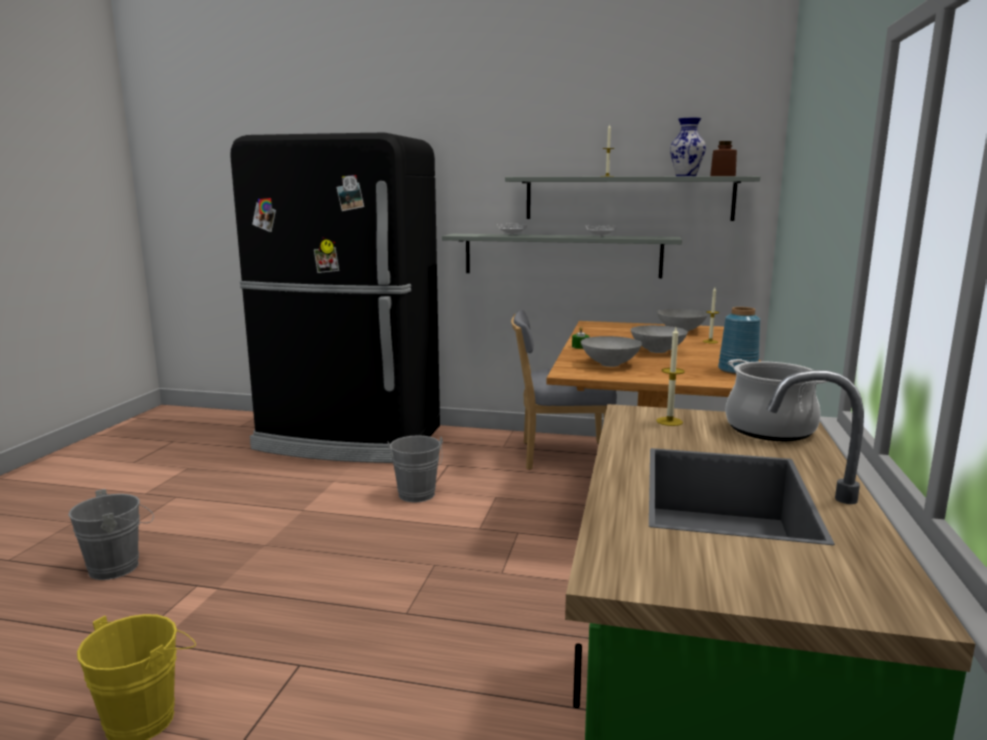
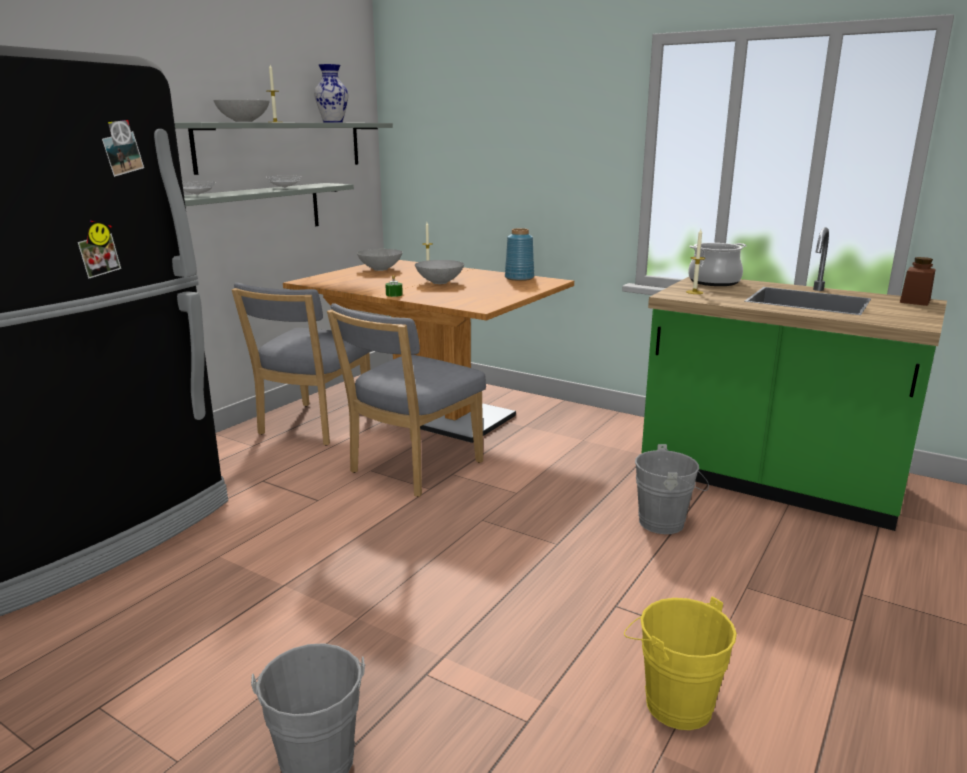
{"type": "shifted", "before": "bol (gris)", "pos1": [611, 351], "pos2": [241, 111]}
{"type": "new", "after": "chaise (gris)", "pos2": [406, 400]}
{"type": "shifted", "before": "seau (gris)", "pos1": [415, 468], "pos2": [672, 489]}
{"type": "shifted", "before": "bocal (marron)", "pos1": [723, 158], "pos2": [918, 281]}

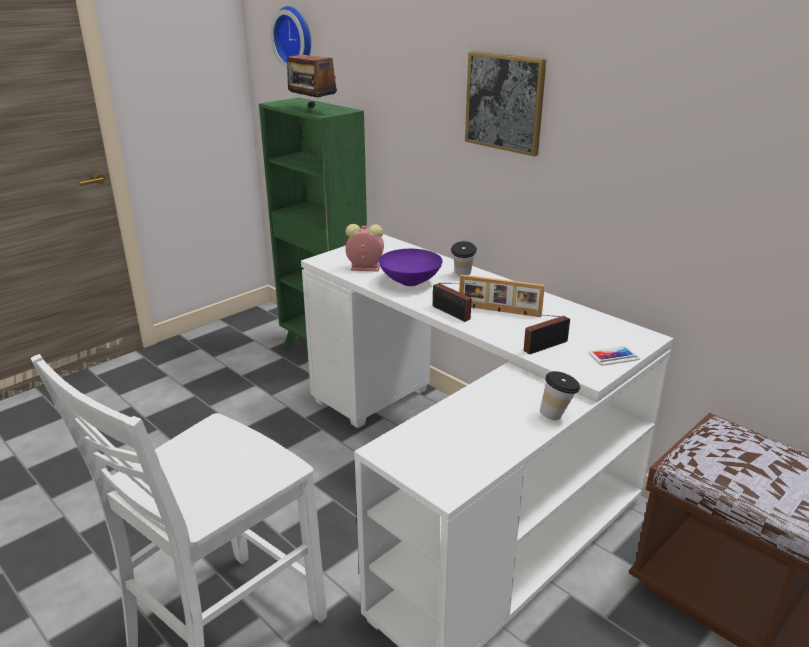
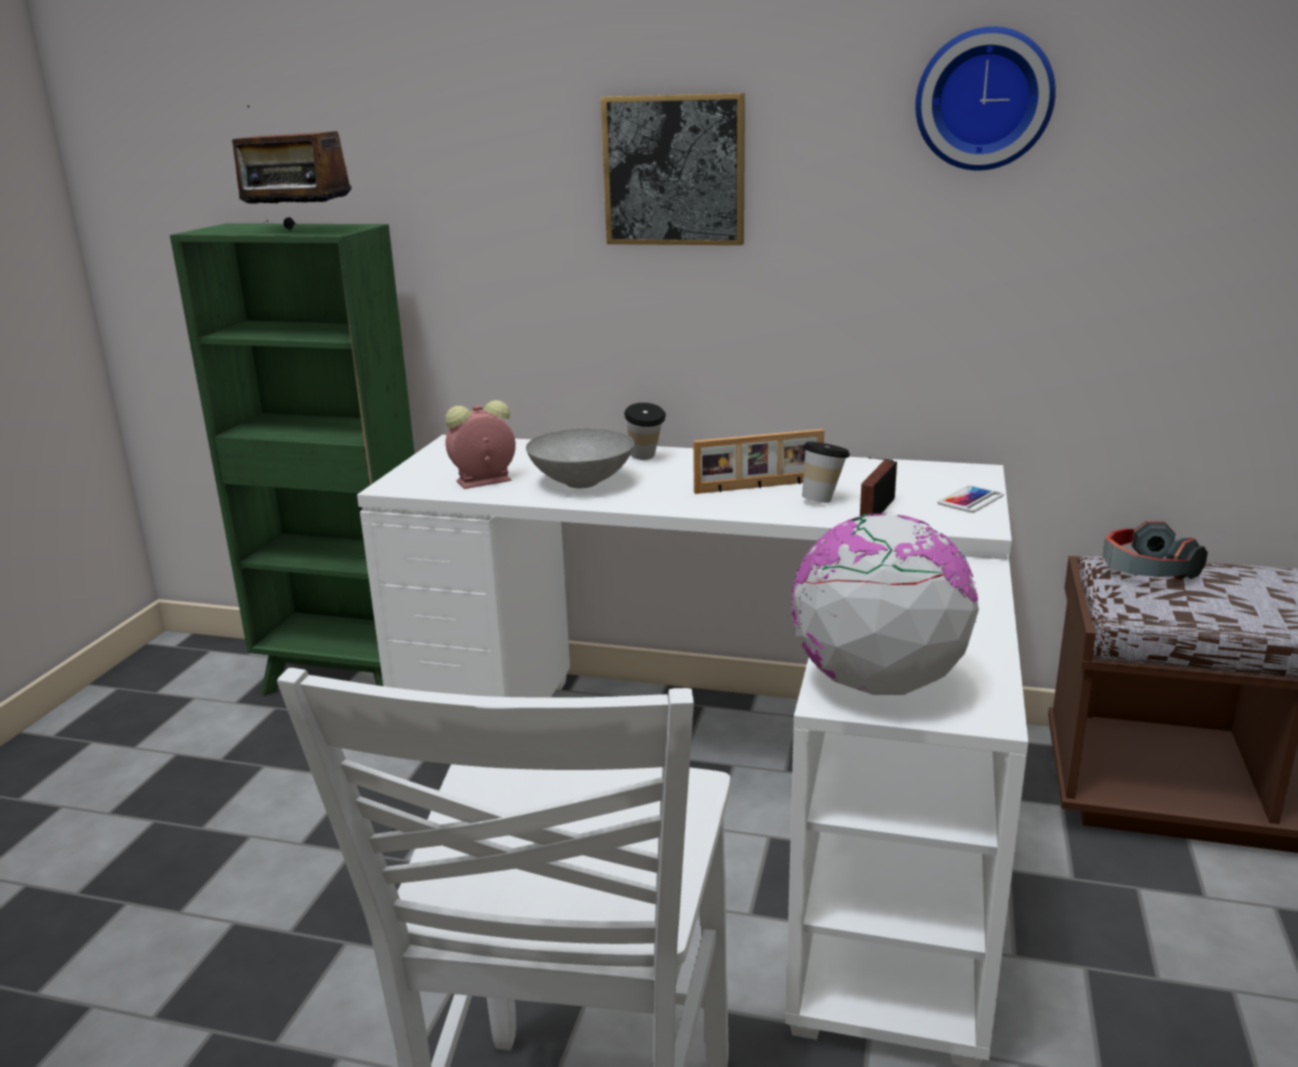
{"type": "repainted", "before": "bol (violet)", "after": "bol (gris)", "pos1": [411, 267], "pos2": [580, 458]}
{"type": "new", "after": "globe", "pos2": [884, 603]}
{"type": "shifted", "before": "tasse", "pos1": [560, 395], "pos2": [826, 472]}
{"type": "shifted", "before": "horloge murale", "pos1": [290, 37], "pos2": [985, 98]}
{"type": "new", "after": "casque audio", "pos2": [1155, 550]}
{"type": "gone", "before": "radio", "pos1": [454, 302]}

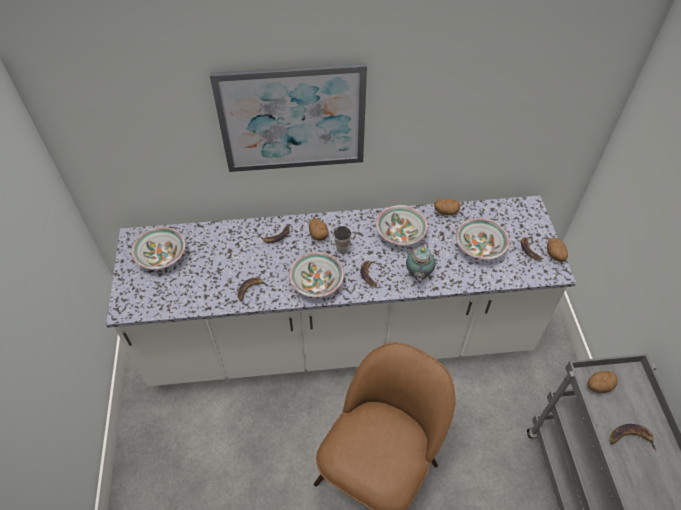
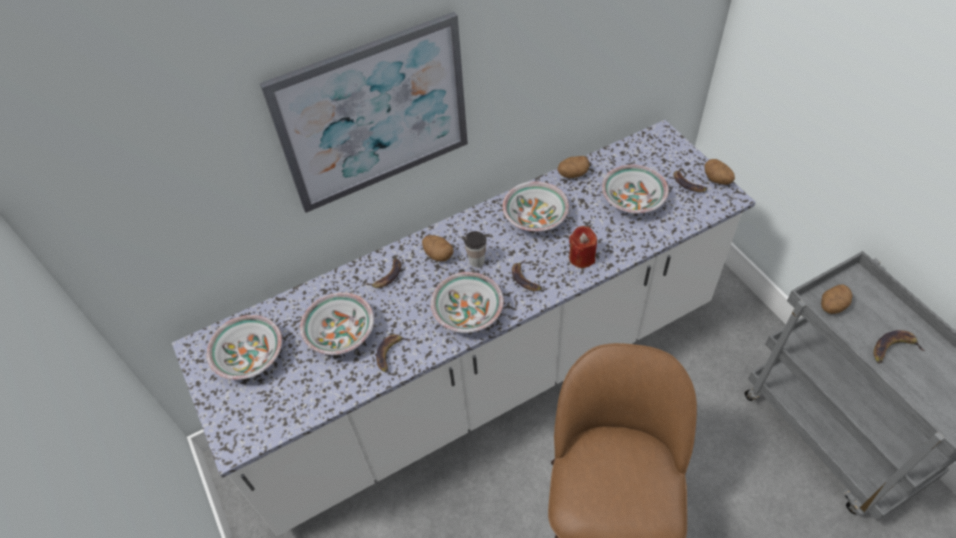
{"type": "new", "after": "bol", "pos2": [337, 323]}
{"type": "swapped", "before": "théière", "after": "bougie (rouge)", "pos1": [420, 260], "pos2": [583, 247]}

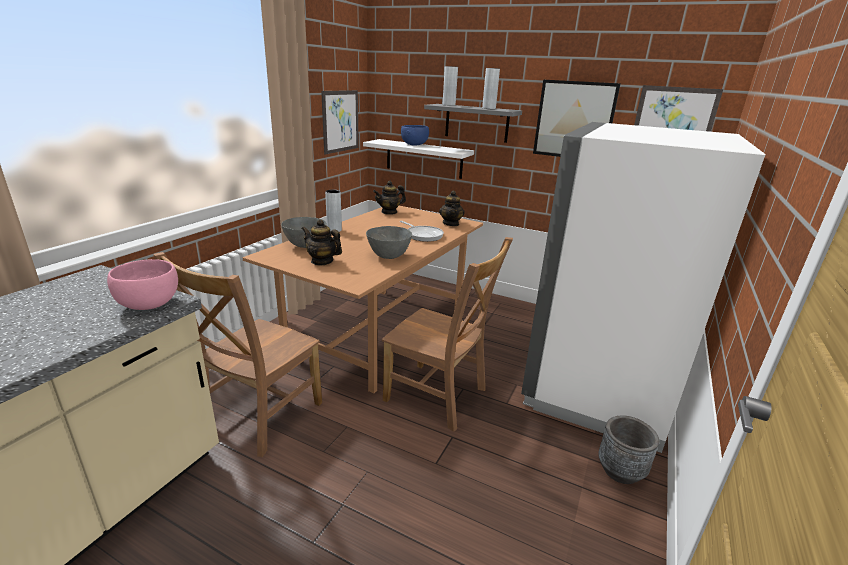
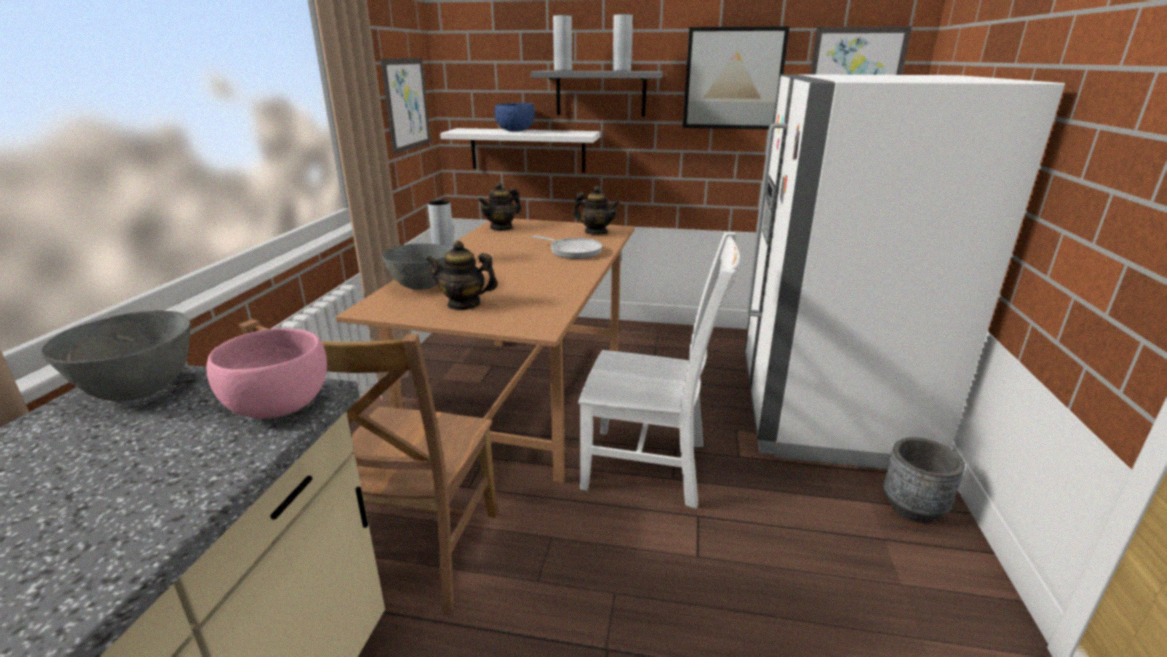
{"type": "shifted", "before": "bol (gris)", "pos1": [389, 242], "pos2": [116, 356]}
{"type": "rotated", "before": "théière", "pos1": [452, 208], "pos2": [596, 210], "turn": -45}
{"type": "repainted", "before": "chaise (marron)", "after": "chaise (blanc)", "pos1": [447, 334], "pos2": [659, 370]}

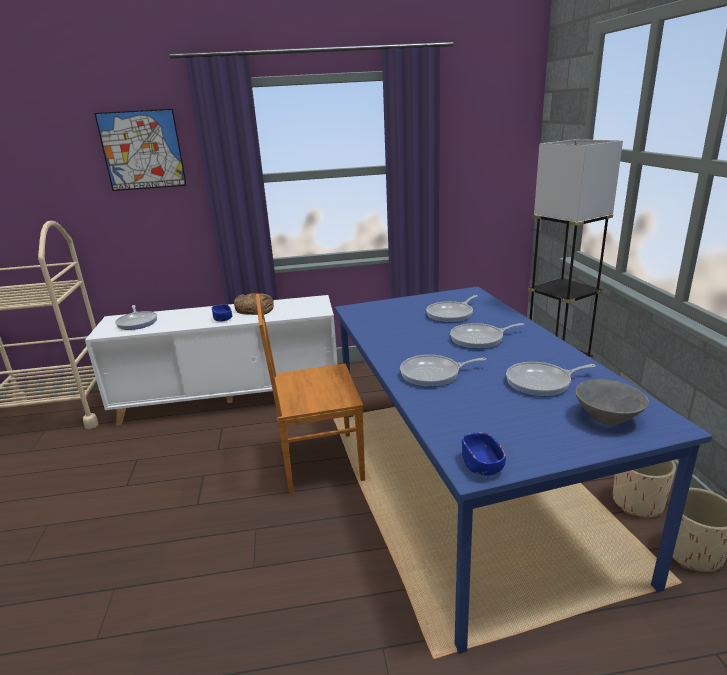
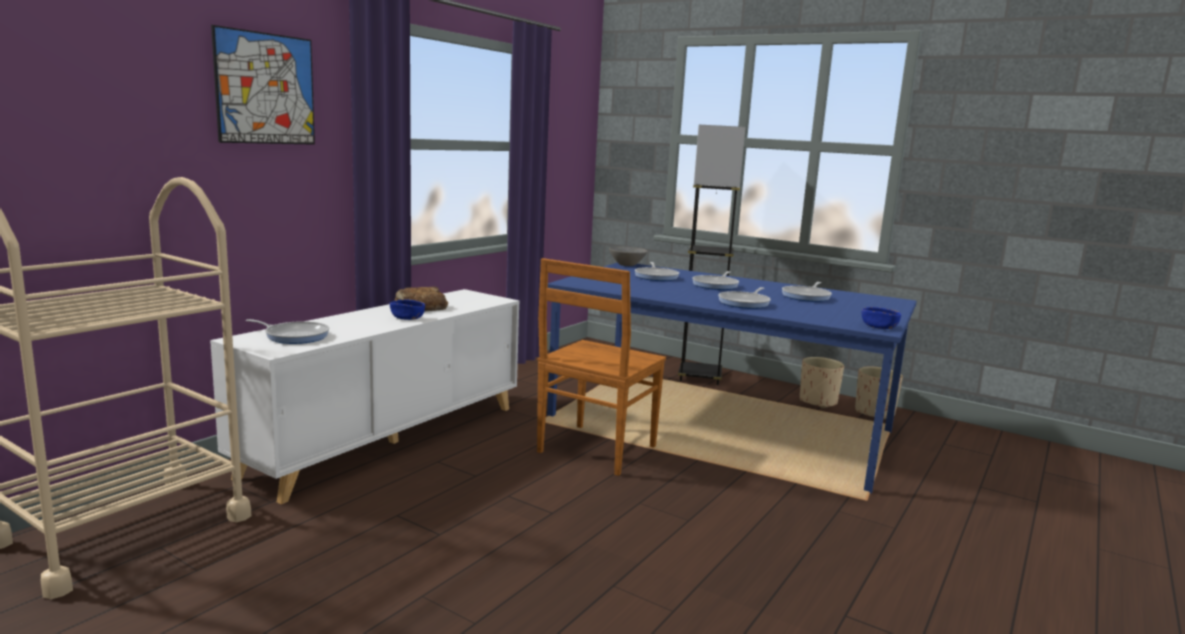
{"type": "shifted", "before": "bol (gris)", "pos1": [612, 402], "pos2": [628, 256]}

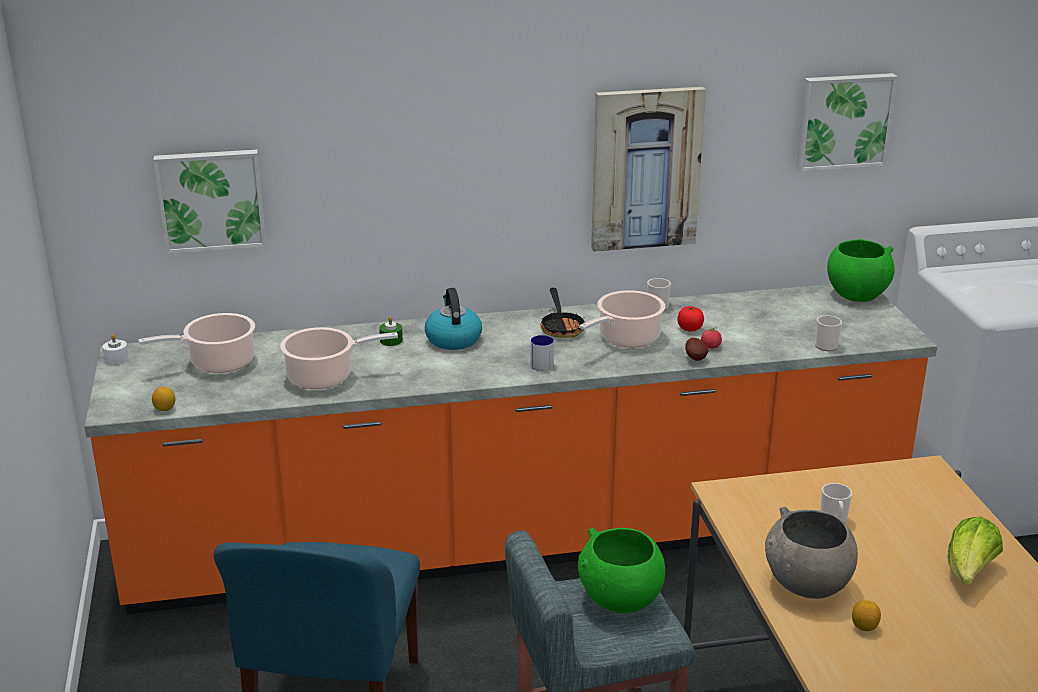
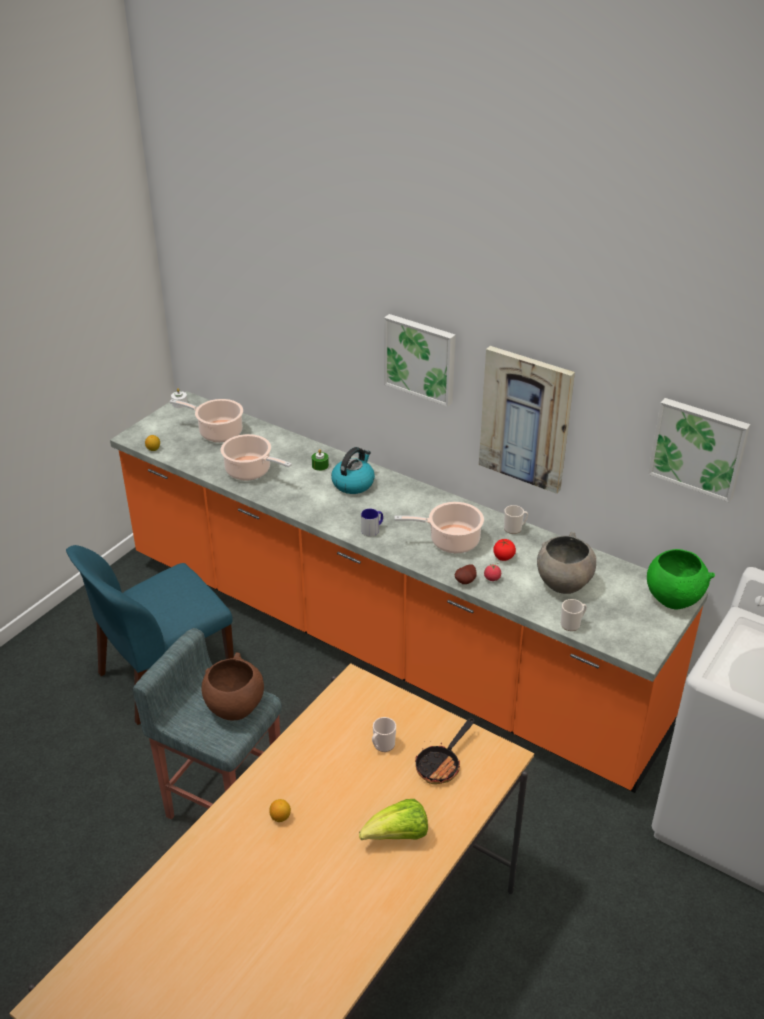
{"type": "repainted", "before": "bol (vert)", "after": "bol (marron)", "pos1": [621, 570], "pos2": [233, 686]}
{"type": "shifted", "before": "tableau", "pos1": [209, 202], "pos2": [420, 360]}
{"type": "shifted", "before": "poêle", "pos1": [562, 313], "pos2": [445, 751]}
{"type": "shifted", "before": "bol (gris)", "pos1": [811, 553], "pos2": [566, 563]}

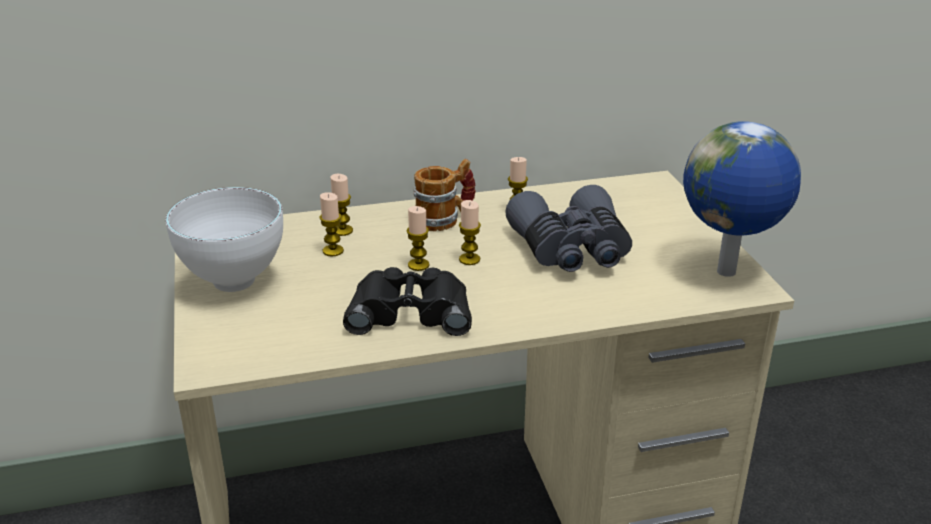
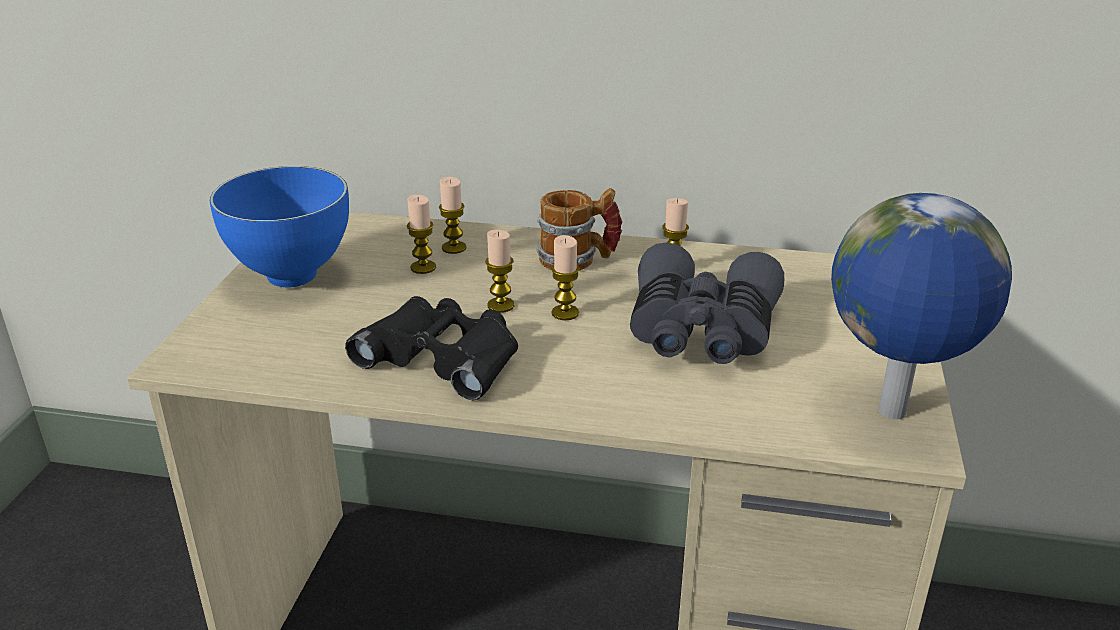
{"type": "repainted", "before": "bol (blanc)", "after": "bol (bleu)", "pos1": [224, 239], "pos2": [279, 227]}

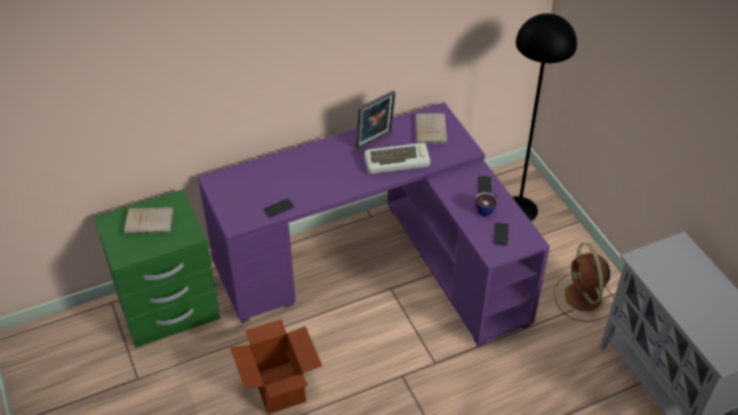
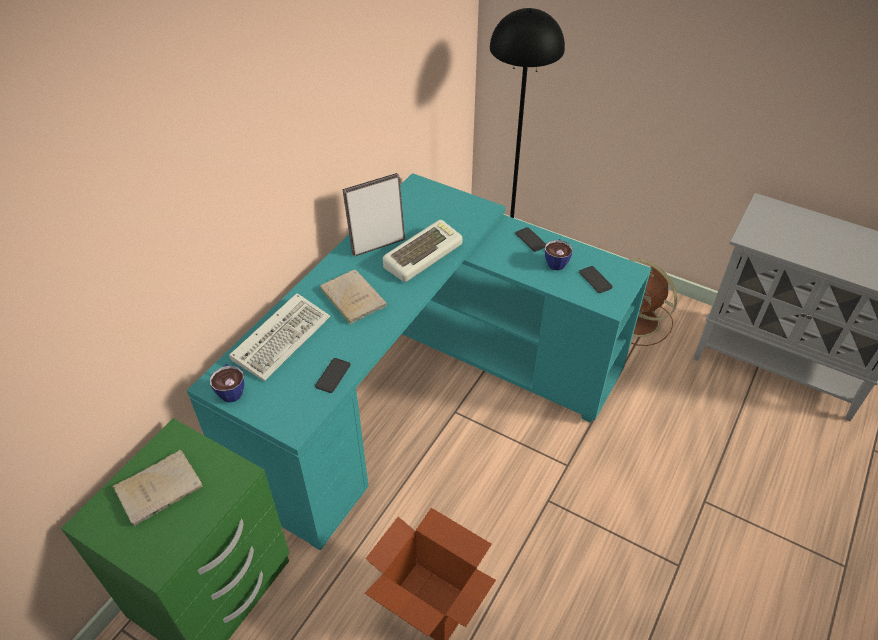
{"type": "repainted", "before": "bureau (violet)", "after": "bureau (turquoise)", "pos1": [374, 224], "pos2": [419, 362]}
{"type": "new", "after": "tasse", "pos2": [227, 383]}
{"type": "new", "after": "clavier", "pos2": [279, 337]}
{"type": "shifted", "before": "livre (beige)", "pos1": [431, 128], "pos2": [353, 297]}
{"type": "rotated", "before": "cadre photo", "pos1": [376, 119], "pos2": [374, 215], "turn": -135}

